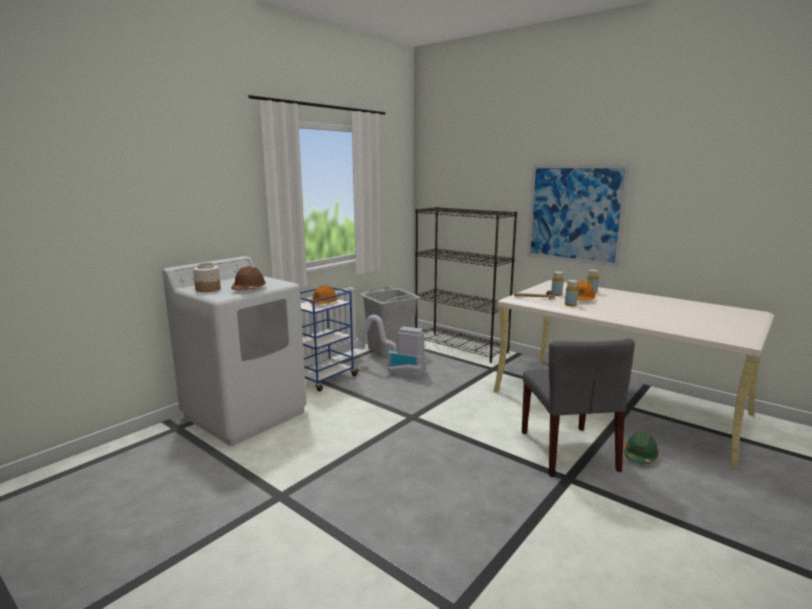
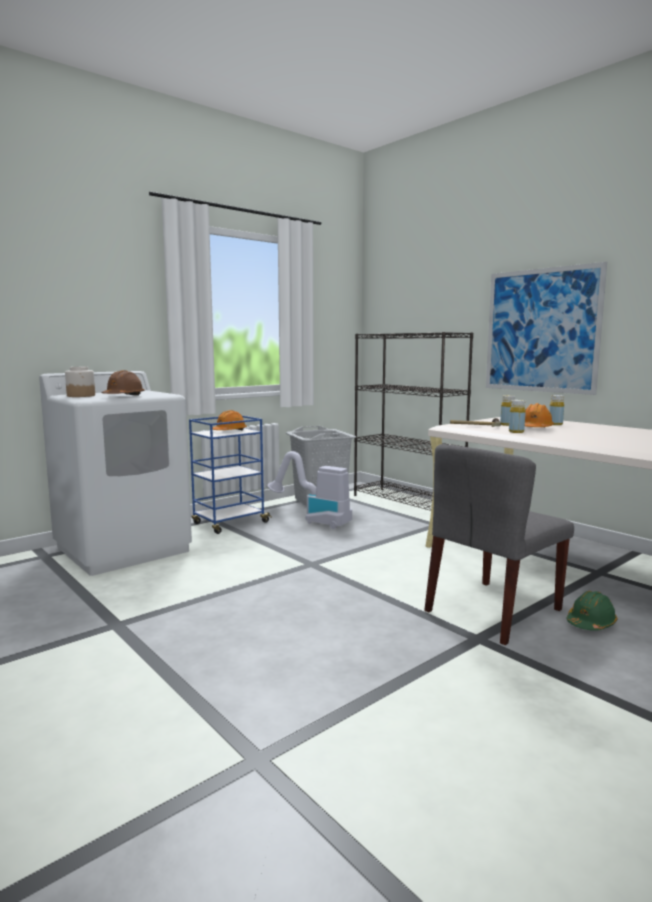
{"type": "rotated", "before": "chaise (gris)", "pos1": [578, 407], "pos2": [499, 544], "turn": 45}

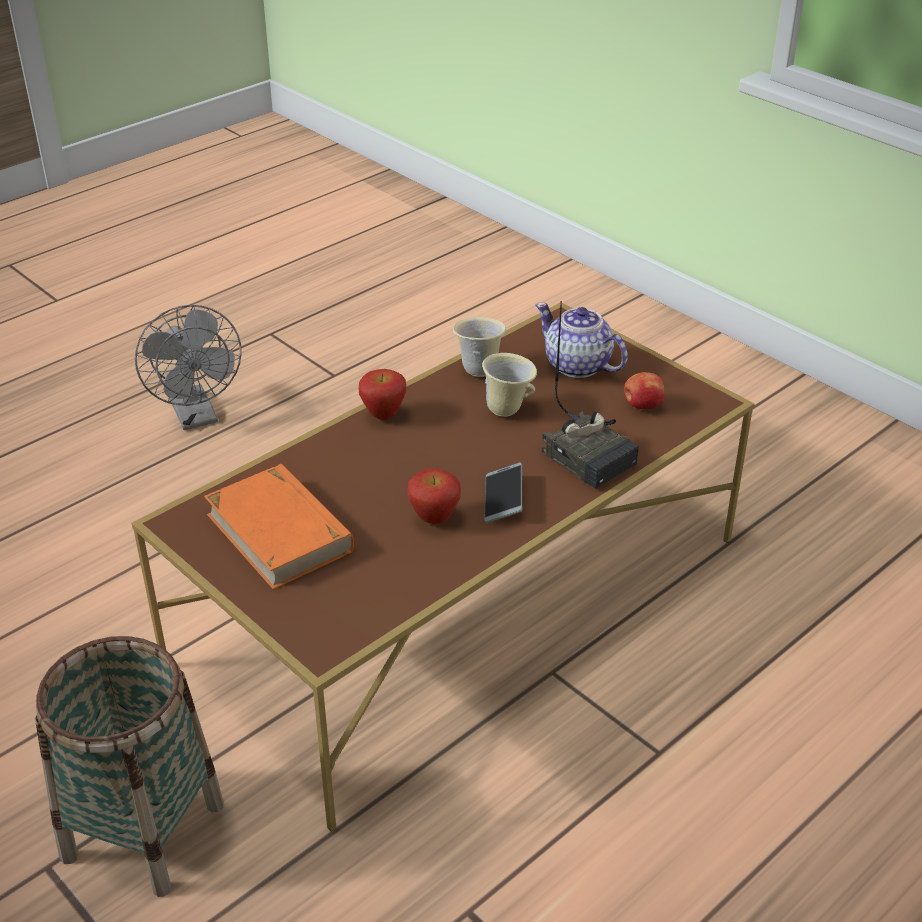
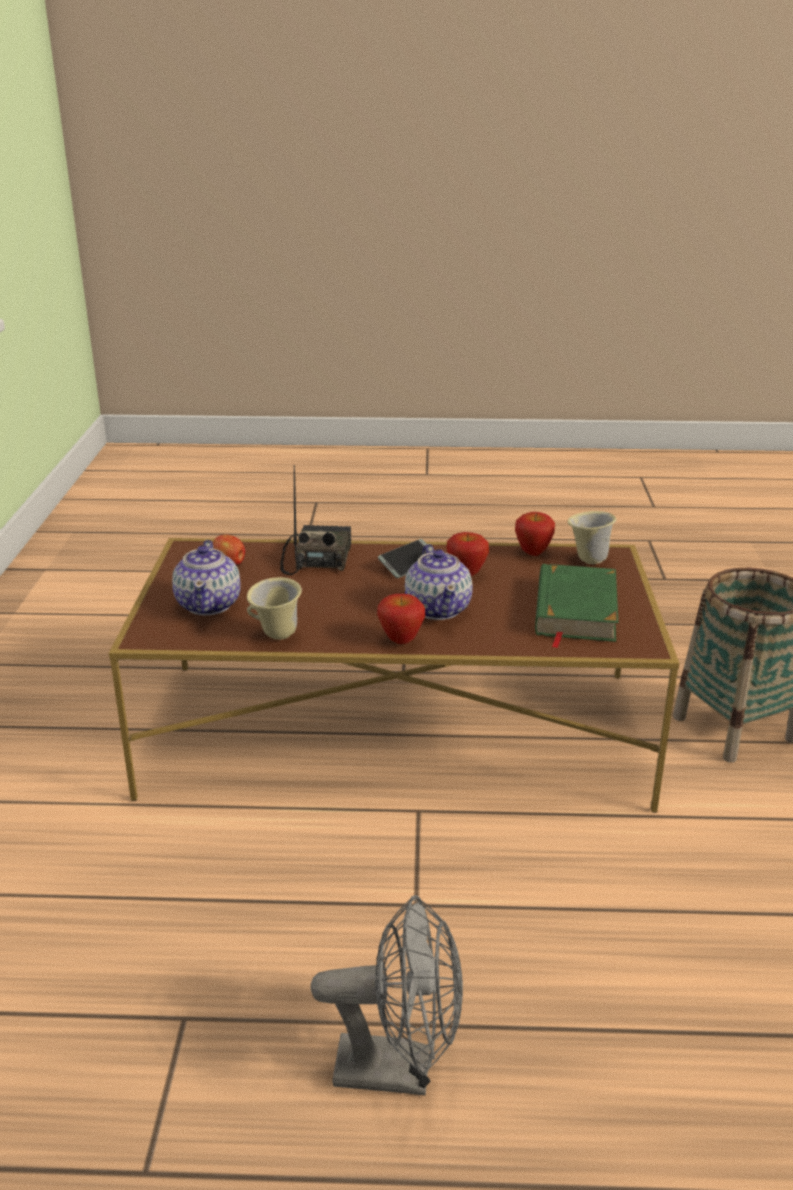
{"type": "rotated", "before": "ventilateur (gris)", "pos1": [188, 367], "pos2": [386, 995], "turn": 75}
{"type": "new", "after": "théière", "pos2": [439, 582]}
{"type": "new", "after": "pomme", "pos2": [535, 534]}
{"type": "repainted", "before": "livre (orange)", "after": "livre (vert)", "pos1": [279, 526], "pos2": [576, 606]}
{"type": "shifted", "before": "mug (beige)", "pos1": [509, 385], "pos2": [592, 537]}

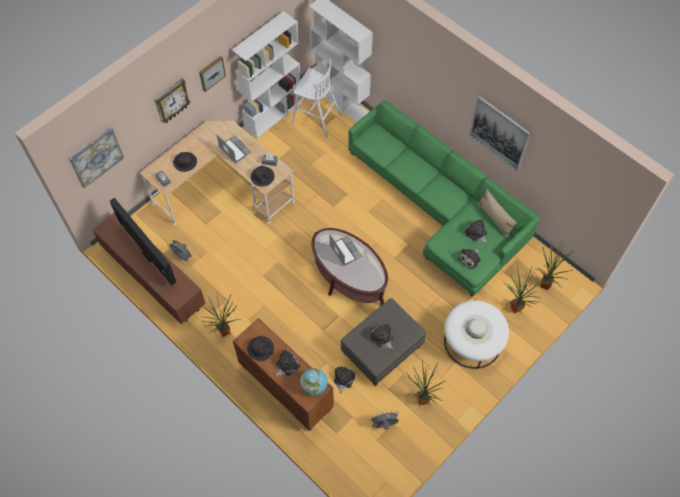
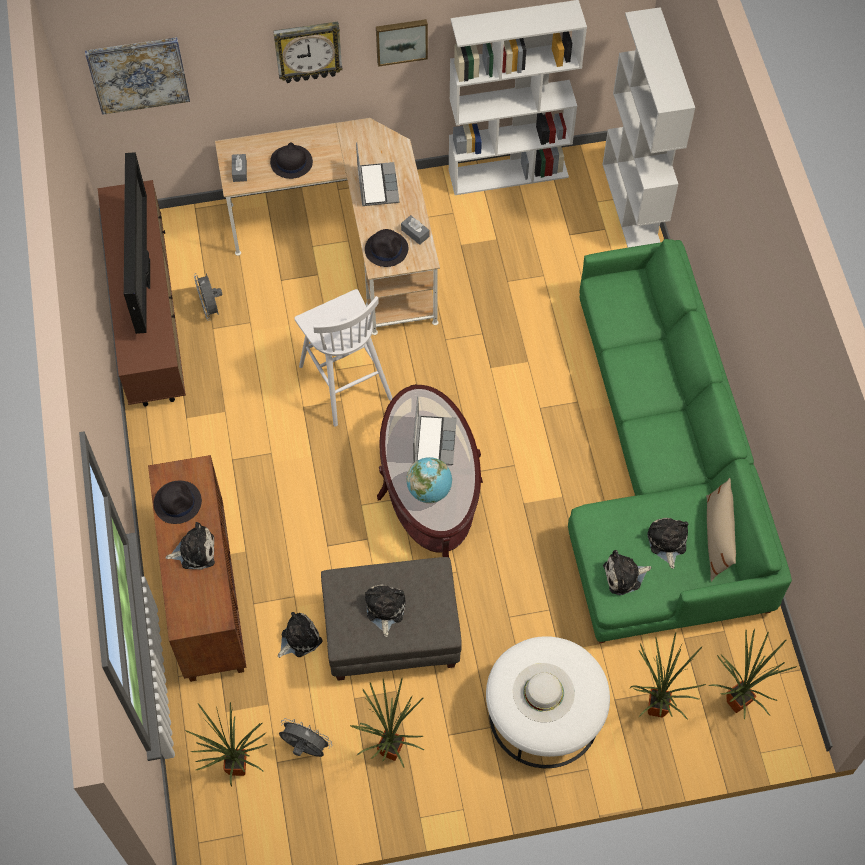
{"type": "shifted", "before": "plante en pot", "pos1": [219, 316], "pos2": [226, 744]}
{"type": "shifted", "before": "tabouret (blanc)", "pos1": [316, 98], "pos2": [343, 357]}
{"type": "shifted", "before": "globe", "pos1": [314, 382], "pos2": [429, 480]}
{"type": "gone", "before": "tableau", "pos1": [500, 133]}

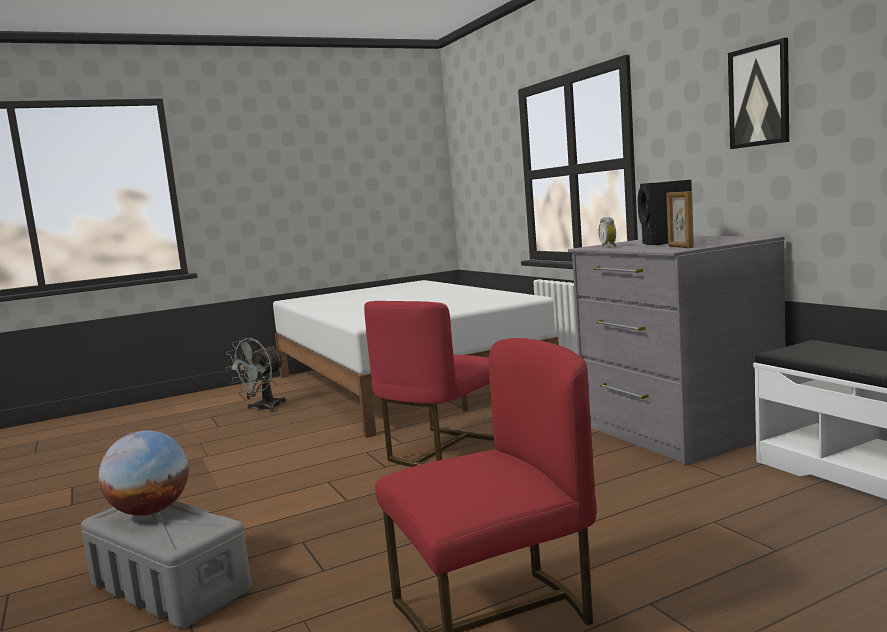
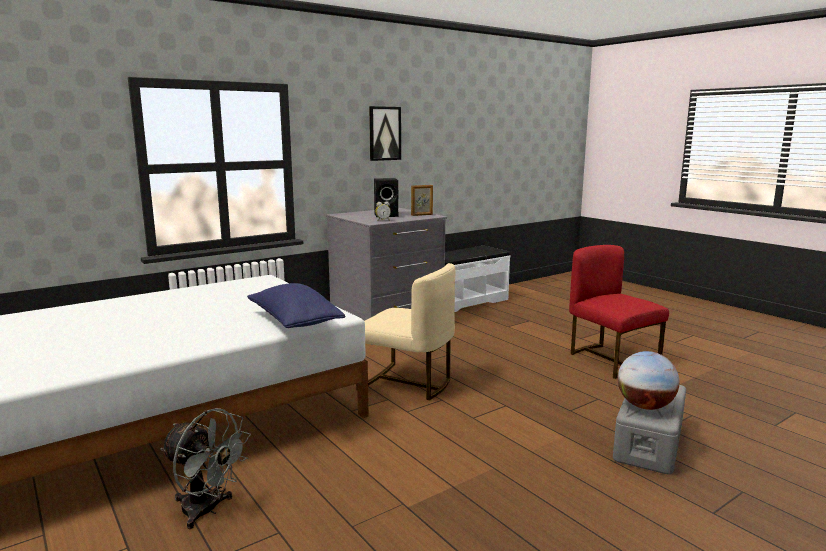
{"type": "new", "after": "coussin (bleu)", "pos2": [296, 305]}
{"type": "repainted", "before": "chaise (rouge)", "after": "chaise (beige)", "pos1": [429, 384], "pos2": [405, 331]}

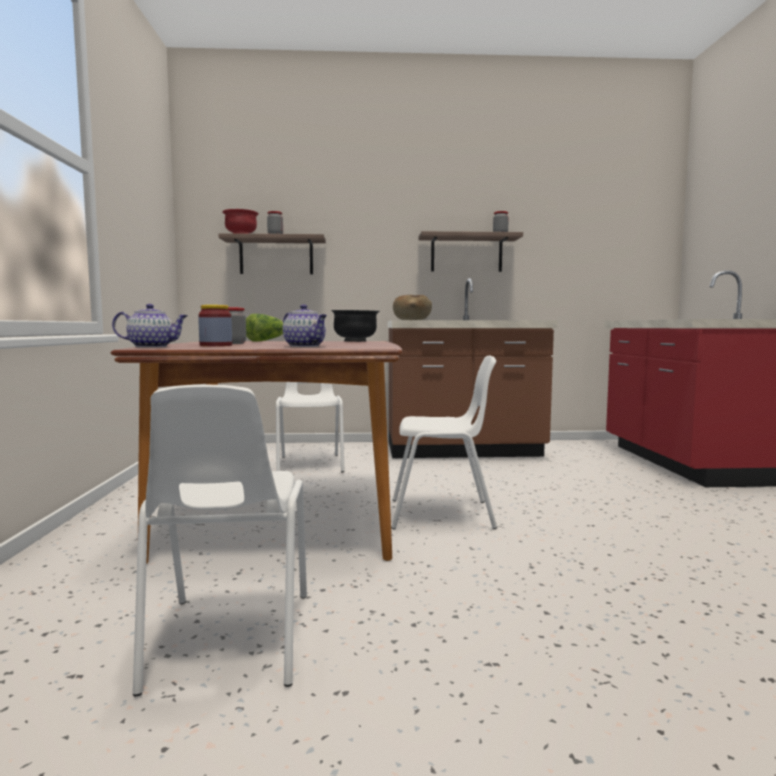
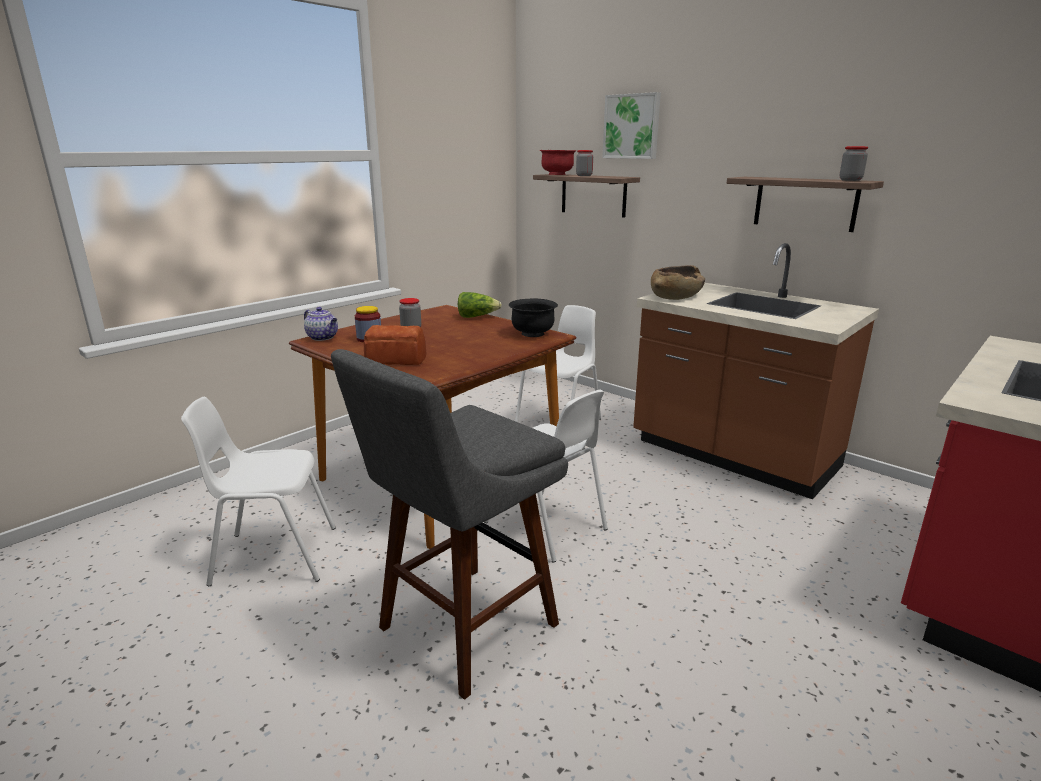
{"type": "rotated", "before": "chaise (blanc)", "pos1": [220, 540], "pos2": [258, 491], "turn": 45}
{"type": "new", "after": "tabouret (gris)", "pos2": [449, 524]}
{"type": "swapped", "before": "théière", "after": "pain", "pos1": [305, 325], "pos2": [395, 345]}
{"type": "new", "after": "tableau", "pos2": [632, 125]}

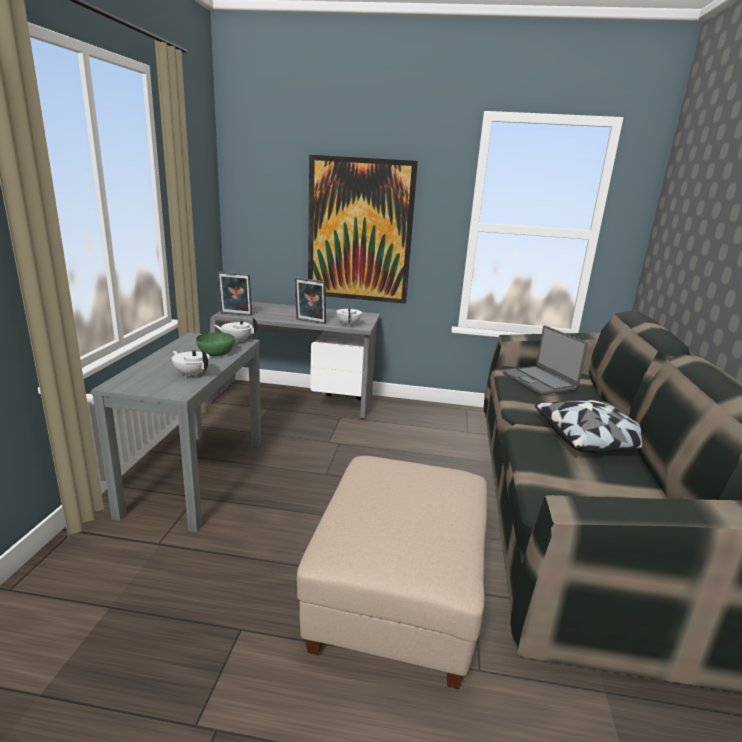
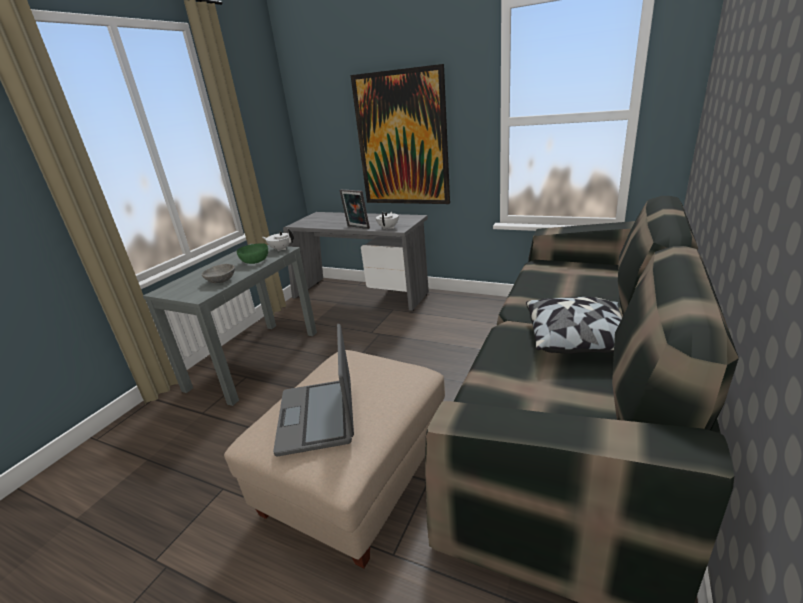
{"type": "swapped", "before": "théière (blanc)", "after": "bol (gris)", "pos1": [191, 363], "pos2": [218, 273]}
{"type": "shifted", "before": "ordinateur portable", "pos1": [545, 360], "pos2": [313, 390]}
{"type": "gone", "before": "cadre photo", "pos1": [234, 294]}

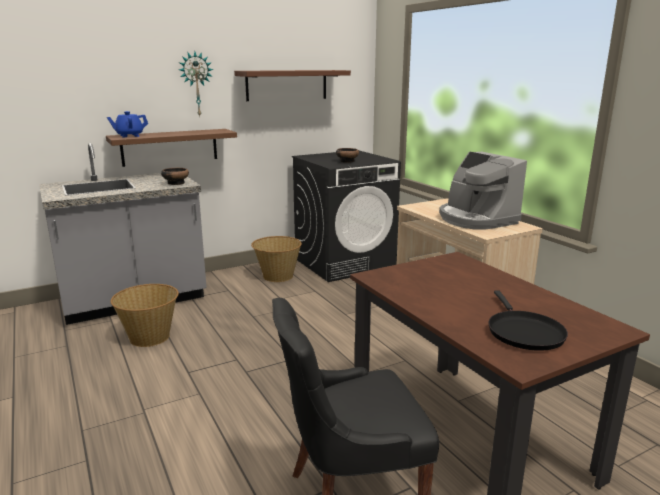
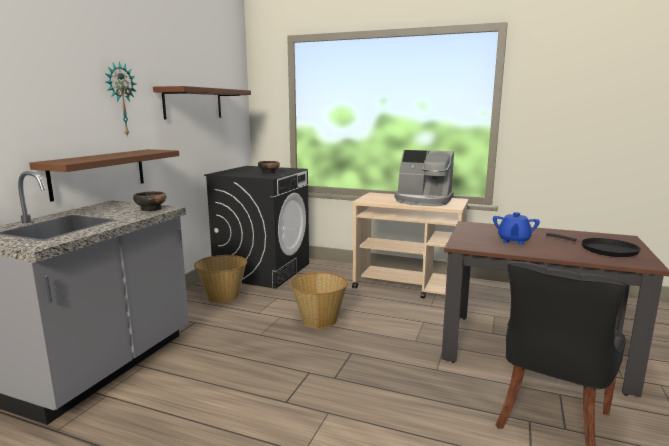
{"type": "shifted", "before": "panier", "pos1": [144, 315], "pos2": [319, 300]}
{"type": "shifted", "before": "théière (bleu)", "pos1": [127, 124], "pos2": [516, 228]}

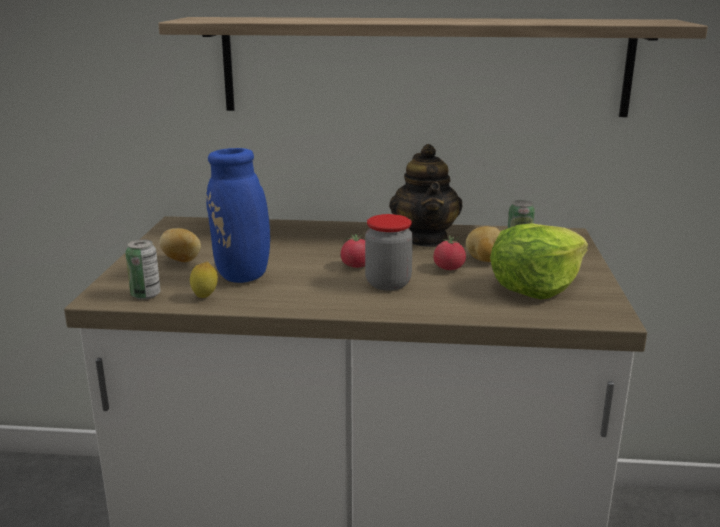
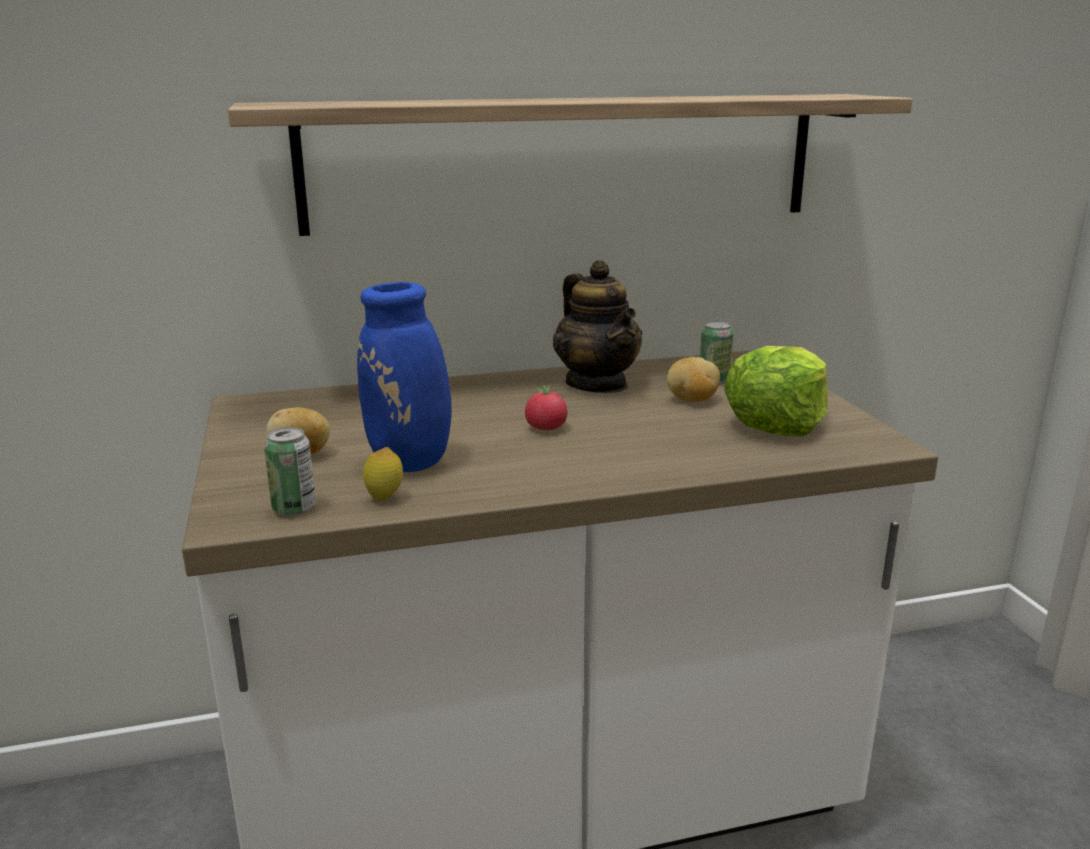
{"type": "gone", "before": "bocal", "pos1": [389, 252]}
{"type": "gone", "before": "tomate", "pos1": [450, 252]}

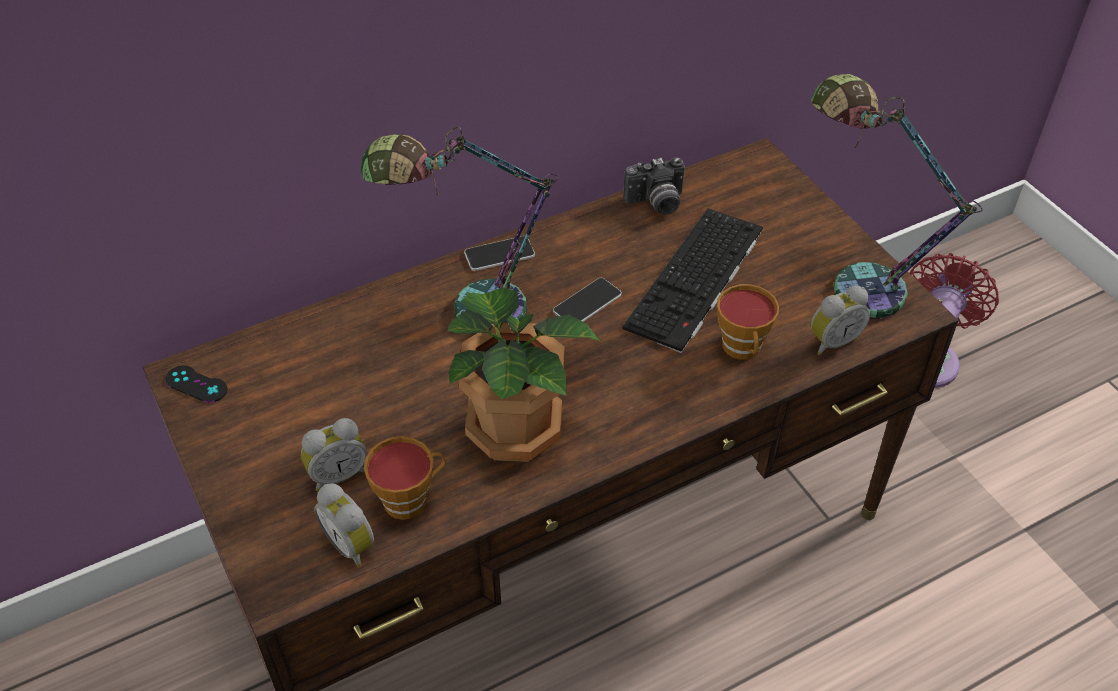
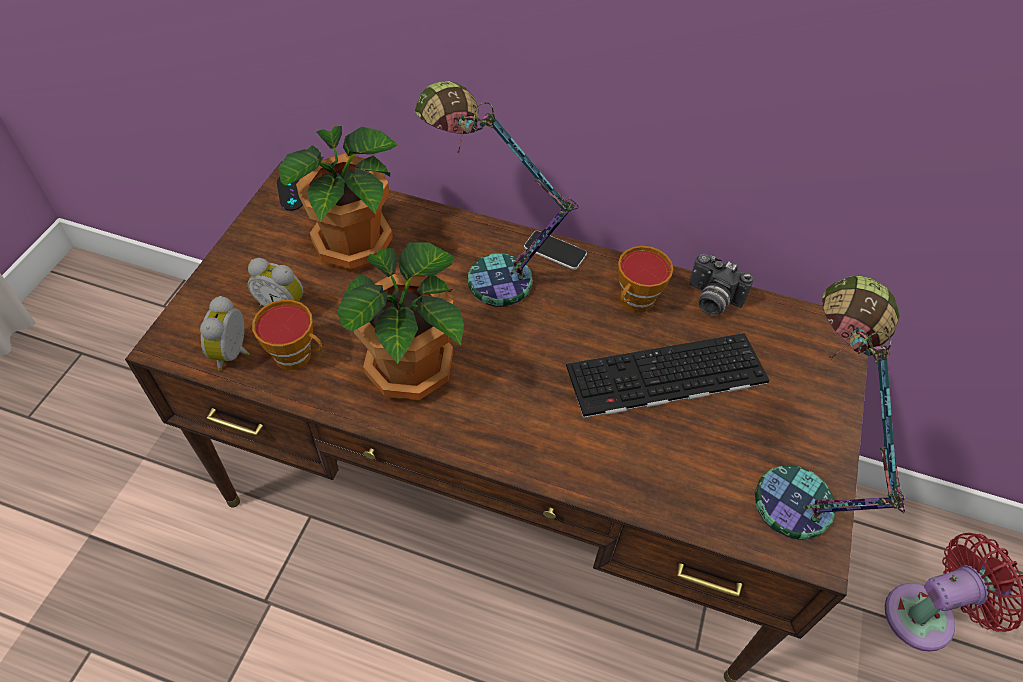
{"type": "new", "after": "plante en pot", "pos2": [338, 198]}
{"type": "shifted", "before": "tasse", "pos1": [748, 322], "pos2": [645, 279]}
{"type": "gone", "before": "téléphone", "pos1": [587, 300]}
{"type": "gone", "before": "réveil", "pos1": [840, 320]}

